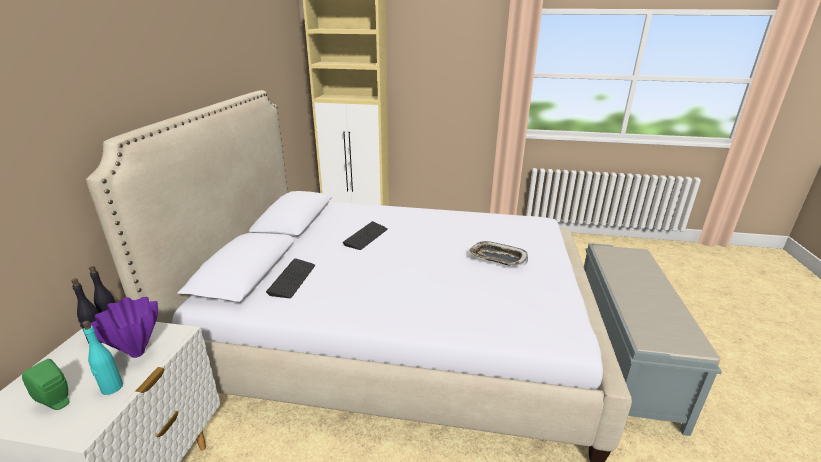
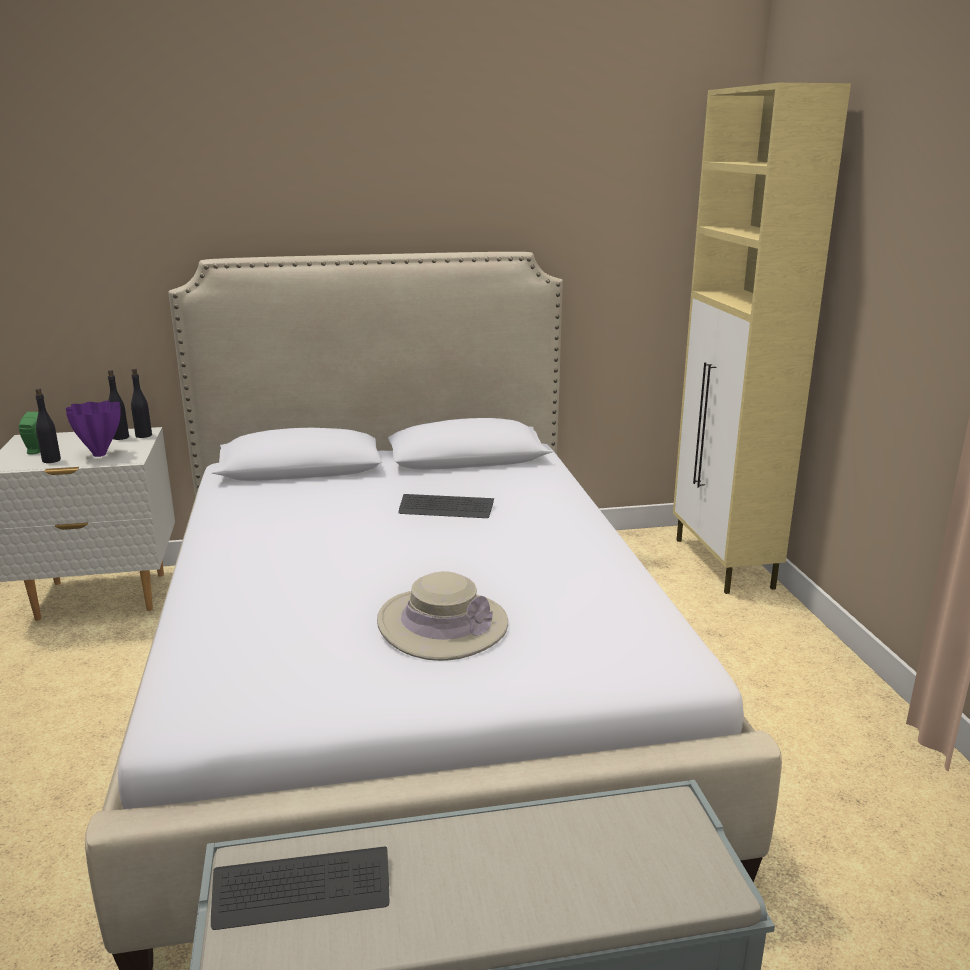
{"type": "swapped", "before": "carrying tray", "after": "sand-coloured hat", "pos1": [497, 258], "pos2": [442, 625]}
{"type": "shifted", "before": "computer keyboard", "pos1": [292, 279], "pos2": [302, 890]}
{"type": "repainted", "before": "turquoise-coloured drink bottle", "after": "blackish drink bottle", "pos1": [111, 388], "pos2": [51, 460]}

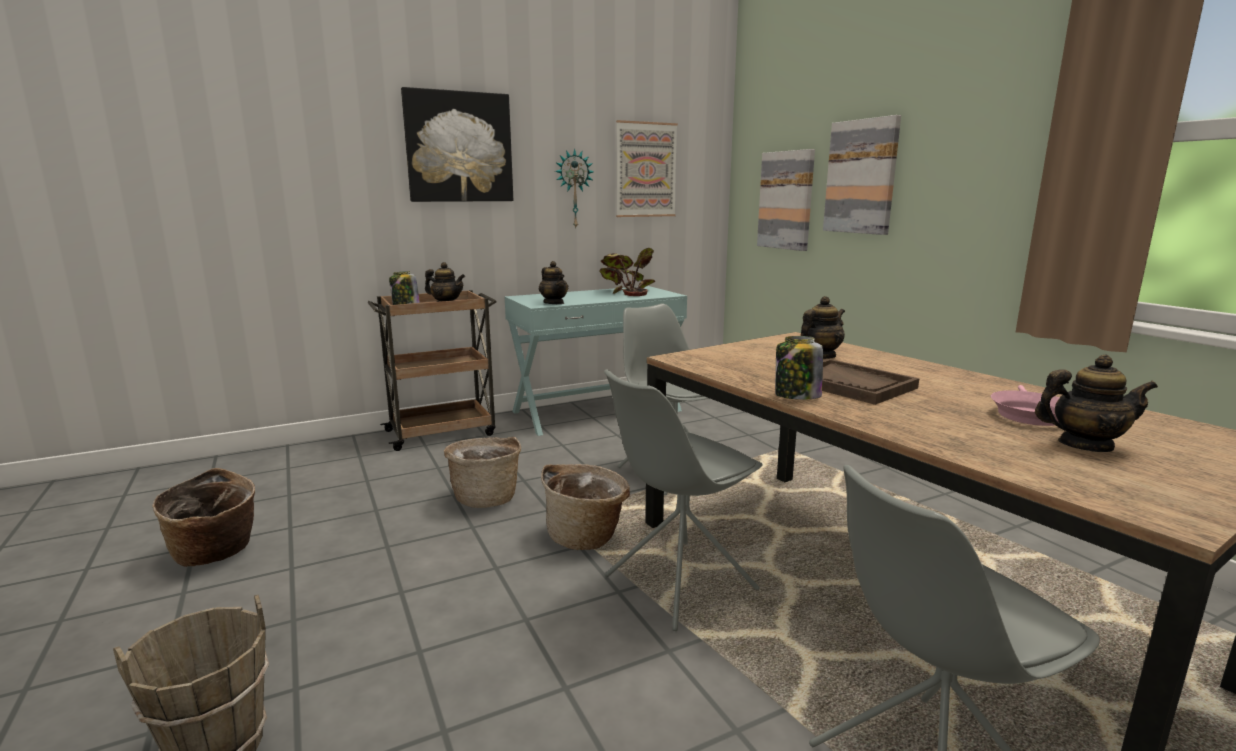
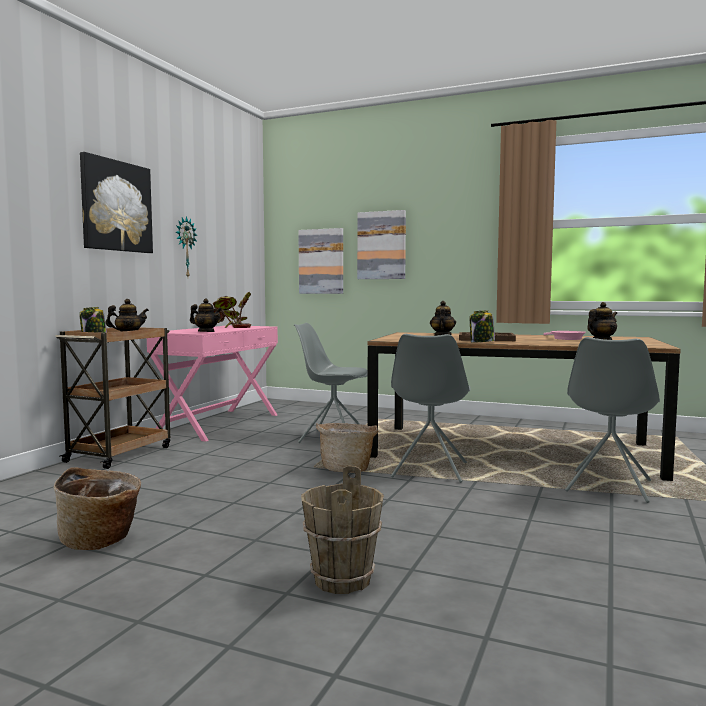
{"type": "gone", "before": "picture", "pos1": [646, 170]}
{"type": "repainted", "before": "turquoise-coloured console table", "after": "pinkish console table", "pos1": [597, 411], "pos2": [218, 424]}
{"type": "gone", "before": "storage basket", "pos1": [486, 498]}

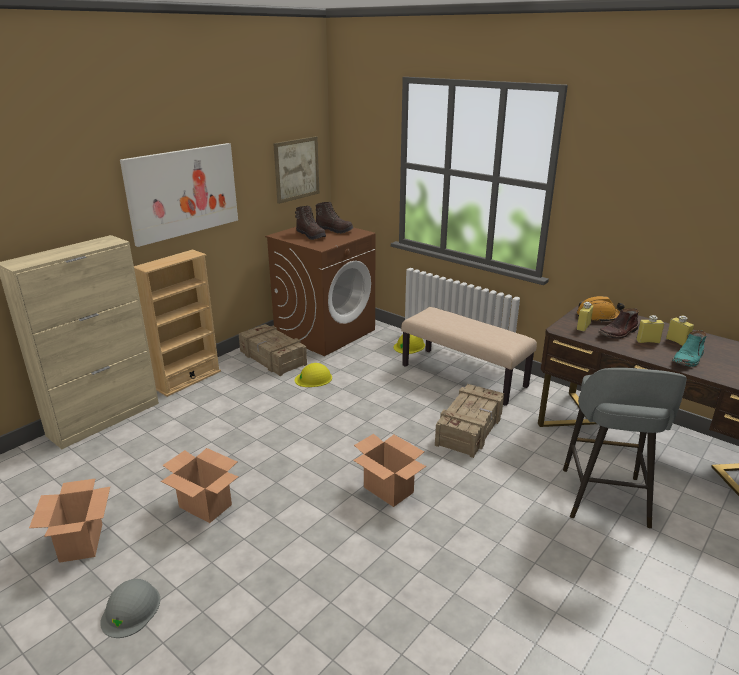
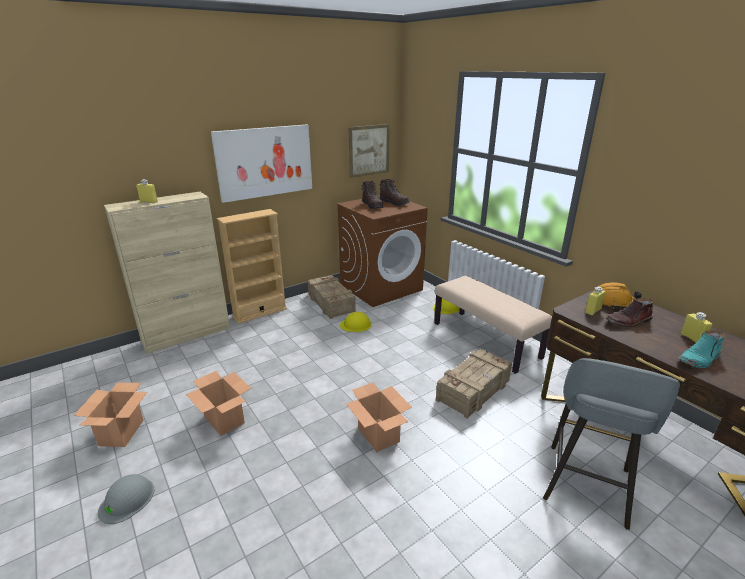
{"type": "shifted", "before": "yellow-coloured drink bottle", "pos1": [647, 341], "pos2": [149, 202]}

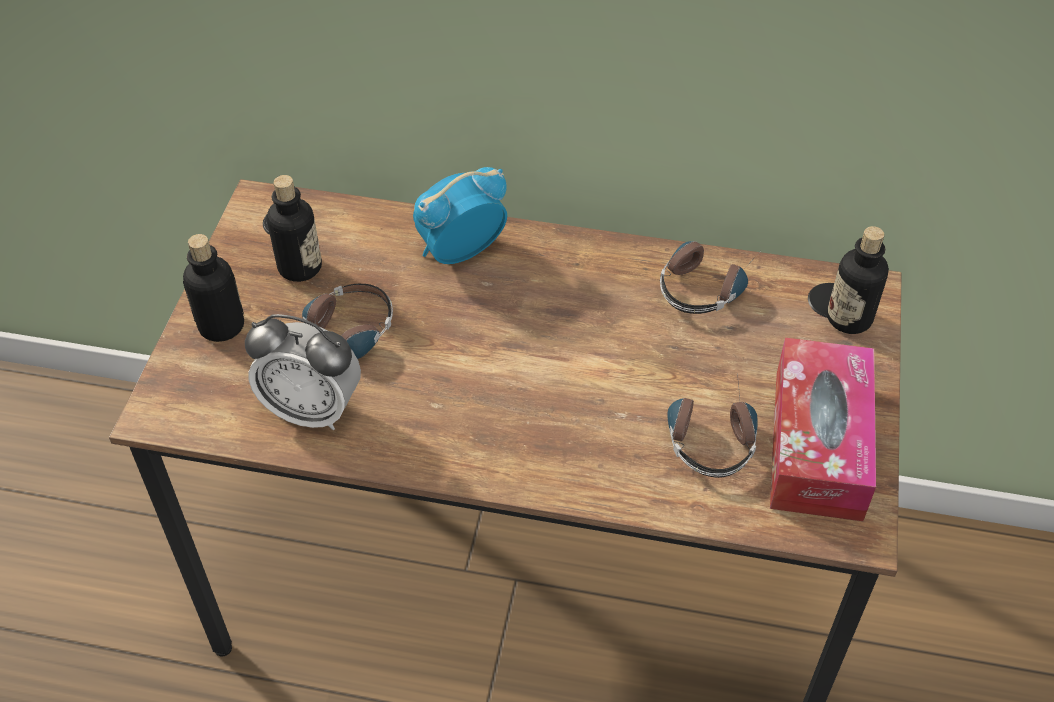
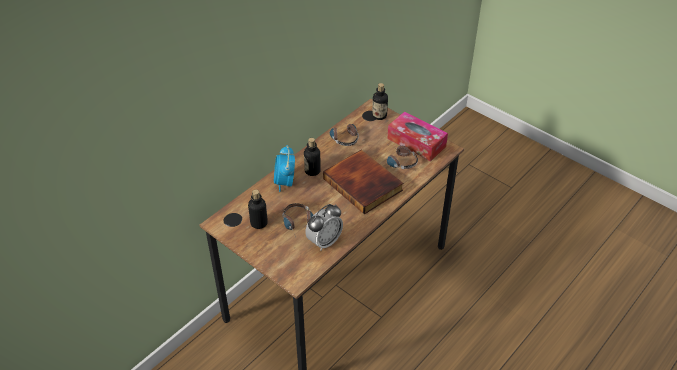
{"type": "shifted", "before": "drink bottle", "pos1": [221, 326], "pos2": [312, 171]}
{"type": "new", "after": "bound book", "pos2": [364, 184]}

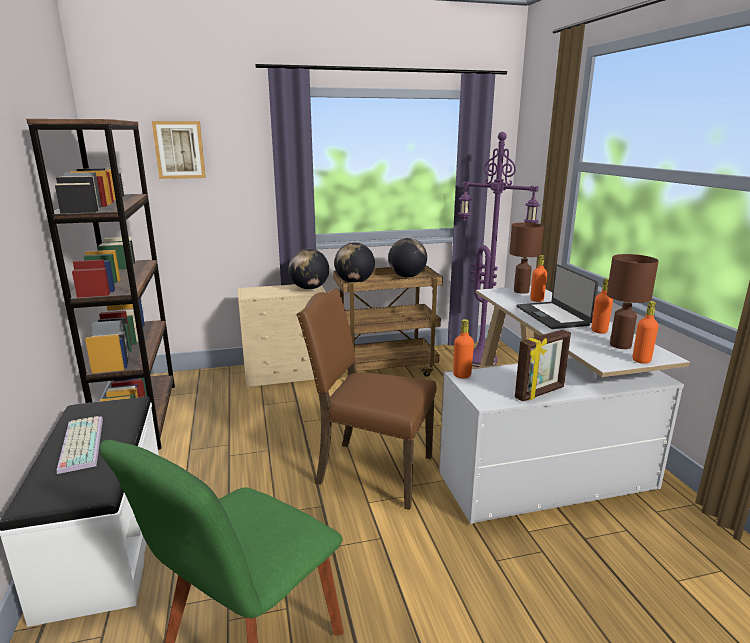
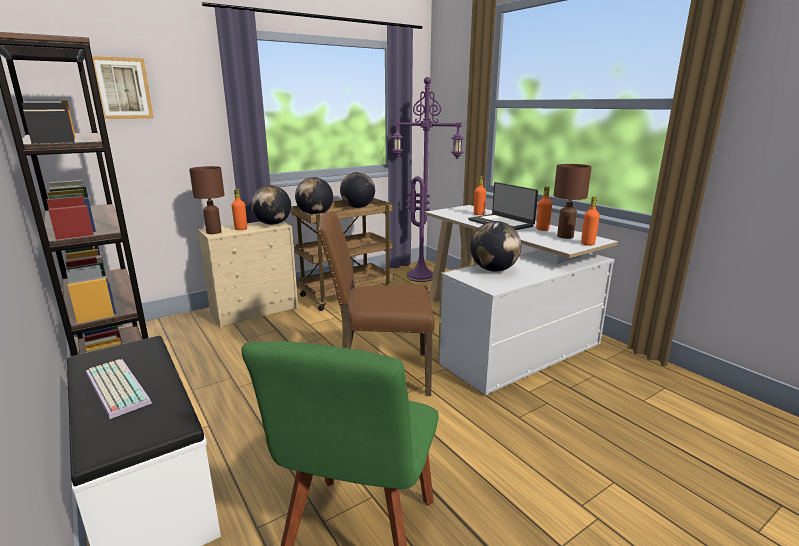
{"type": "shifted", "before": "brown-coloured tabletop lamp", "pos1": [521, 291], "pos2": [214, 232]}
{"type": "shifted", "before": "orange drink bottle", "pos1": [462, 375], "pos2": [241, 229]}
{"type": "gone", "before": "picture frame", "pos1": [540, 393]}
{"type": "new", "after": "world globe", "pos2": [493, 270]}

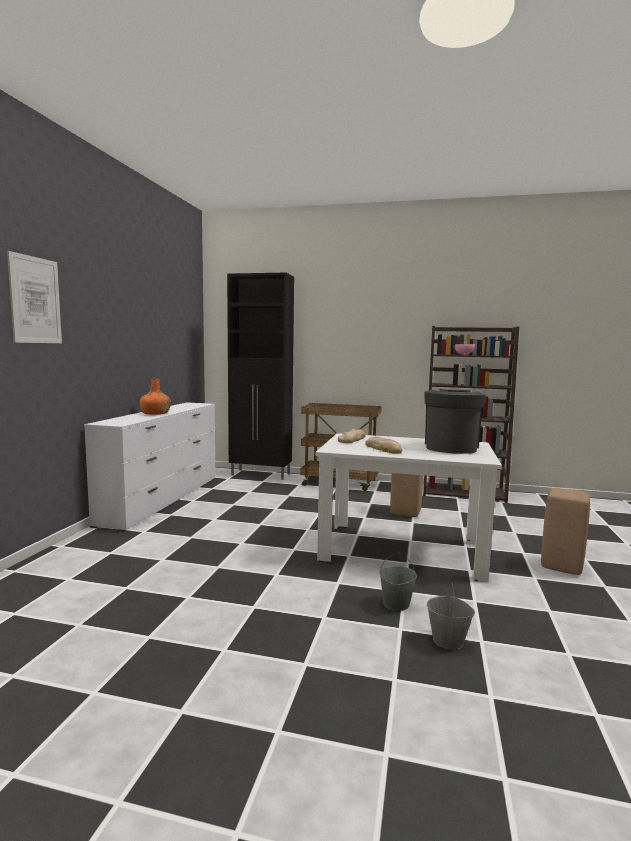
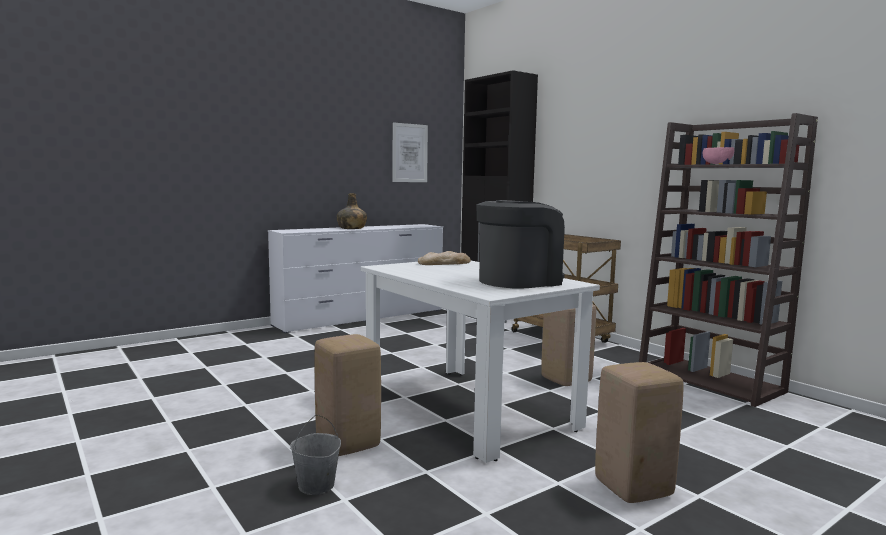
{"type": "shifted", "before": "picture", "pos1": [35, 300], "pos2": [409, 153]}
{"type": "repainted", "before": "orange drink bottle", "after": "greenish drink bottle", "pos1": [155, 413], "pos2": [351, 228]}
{"type": "gone", "before": "bread", "pos1": [383, 448]}
{"type": "swapped", "before": "grey pail", "after": "sand-coloured sitting stool", "pos1": [396, 604], "pos2": [346, 444]}

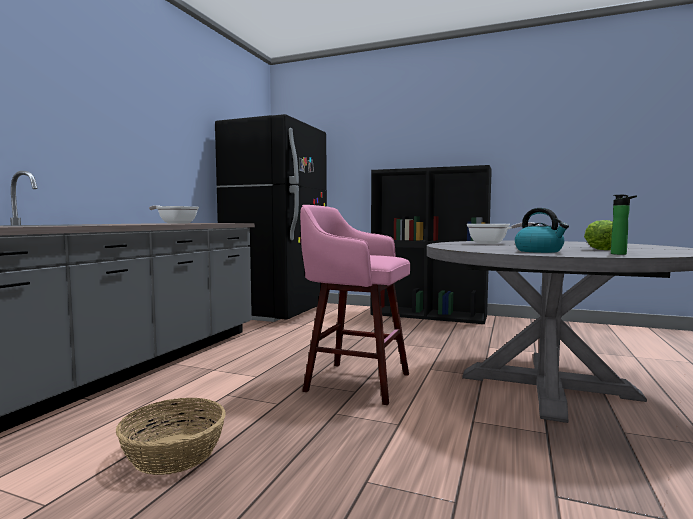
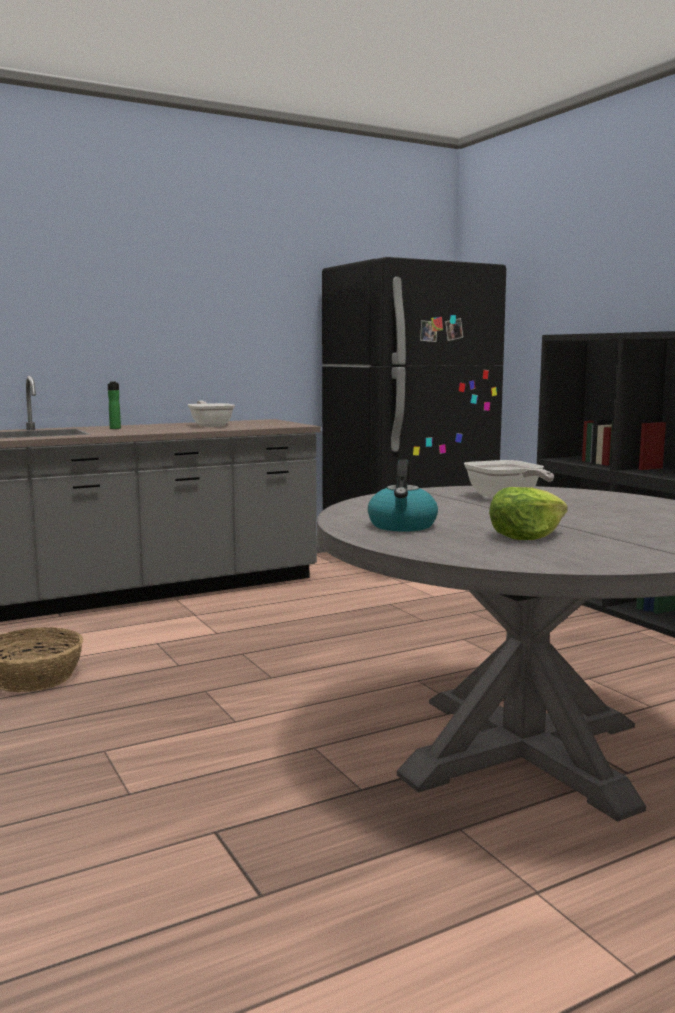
{"type": "shifted", "before": "drink bottle", "pos1": [621, 254], "pos2": [115, 428]}
{"type": "gone", "before": "pinkish sitting stool", "pos1": [354, 381]}

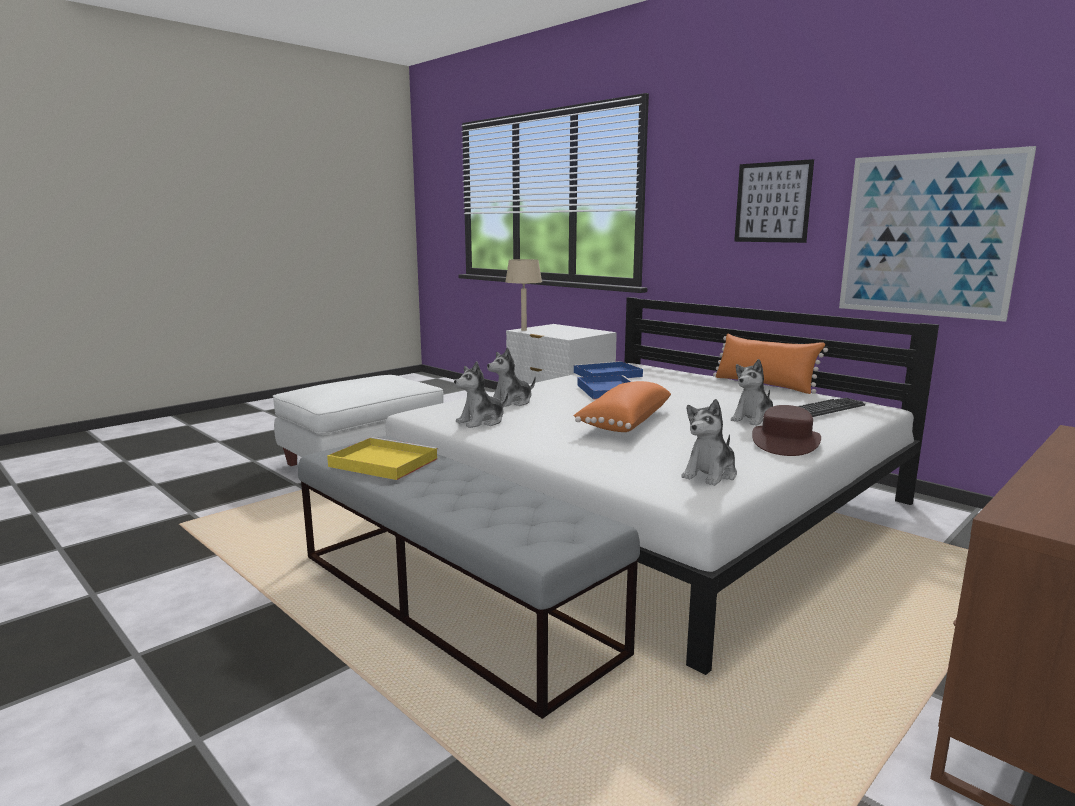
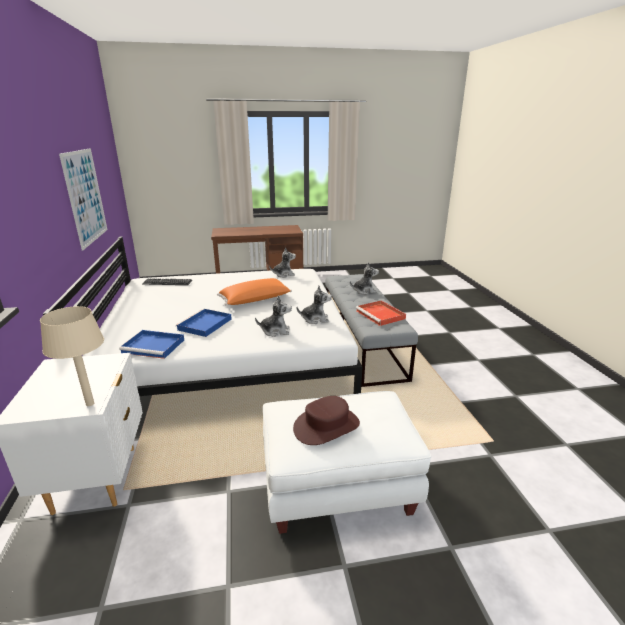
{"type": "gone", "before": "picture", "pos1": [772, 202]}
{"type": "gone", "before": "orange cushion", "pos1": [764, 384]}
{"type": "shifted", "before": "cuddly toy", "pos1": [753, 419], "pos2": [364, 291]}
{"type": "shifted", "before": "brown-coloured hat", "pos1": [785, 442], "pos2": [326, 426]}
{"type": "repainted", "before": "yellow-coloured carrying tray", "after": "reddish carrying tray", "pos1": [381, 462], "pos2": [381, 315]}

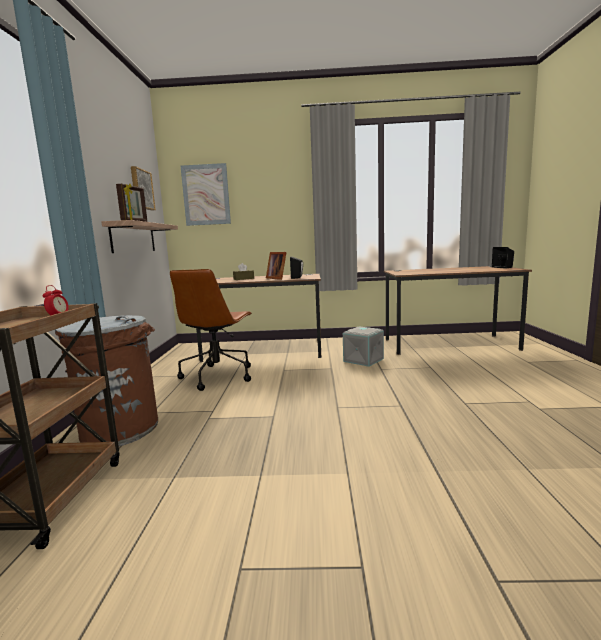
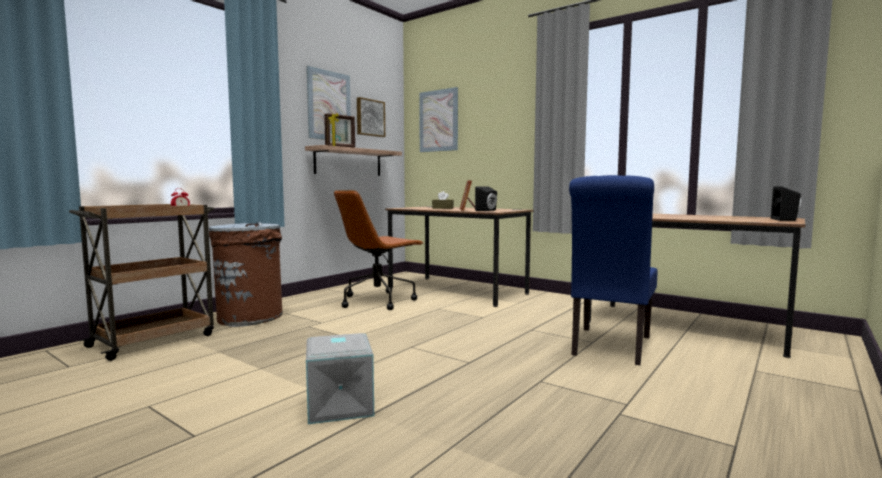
{"type": "shifted", "before": "grey storage bin", "pos1": [363, 360], "pos2": [338, 405]}
{"type": "new", "after": "picture", "pos2": [329, 105]}
{"type": "new", "after": "blue upright chair", "pos2": [609, 347]}

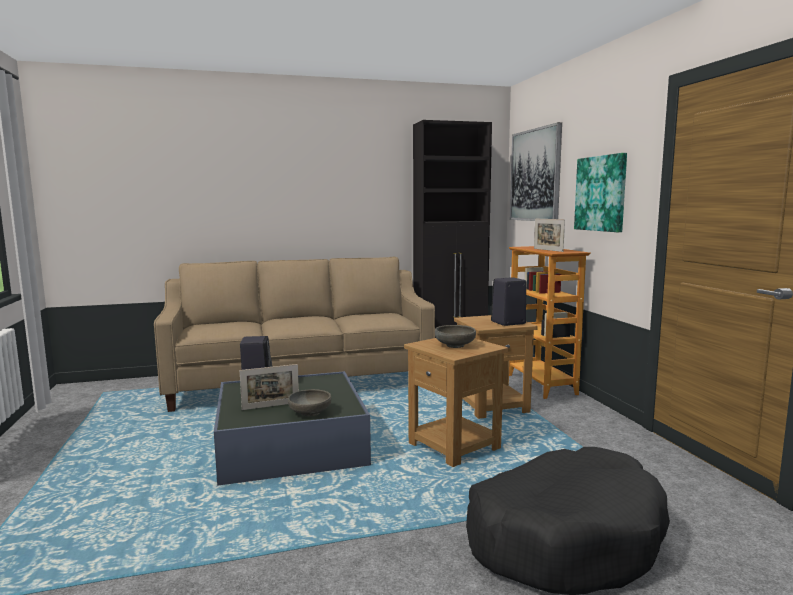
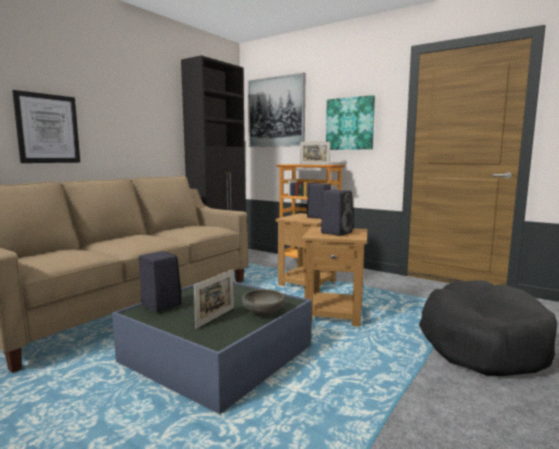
{"type": "swapped", "before": "grey deep dish", "after": "blackish audio speaker", "pos1": [455, 345], "pos2": [337, 232]}
{"type": "new", "after": "picture", "pos2": [48, 128]}

